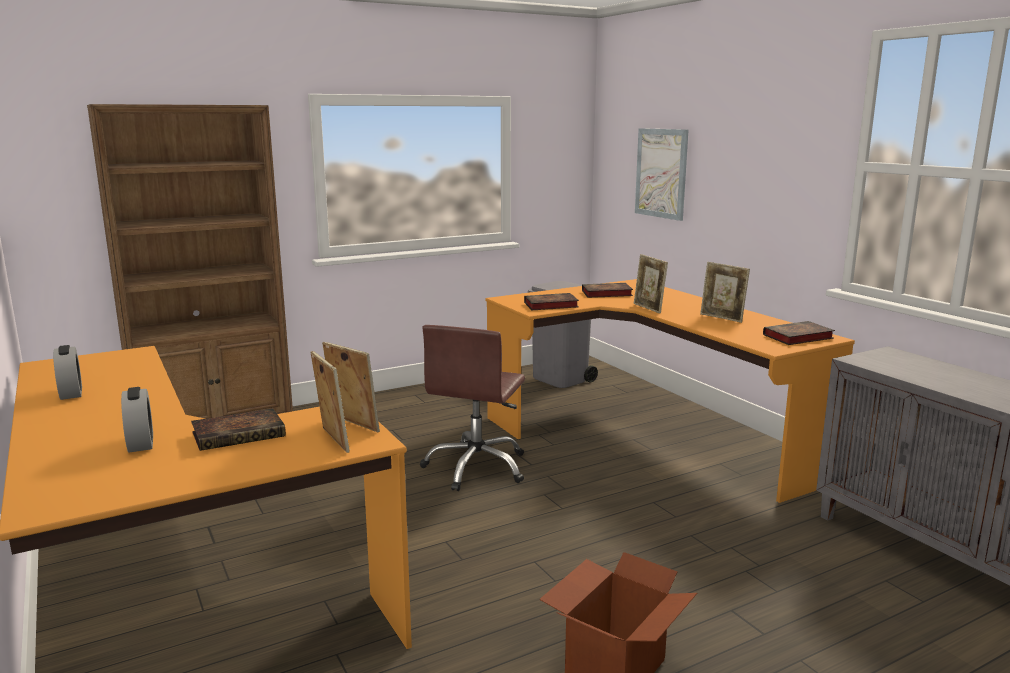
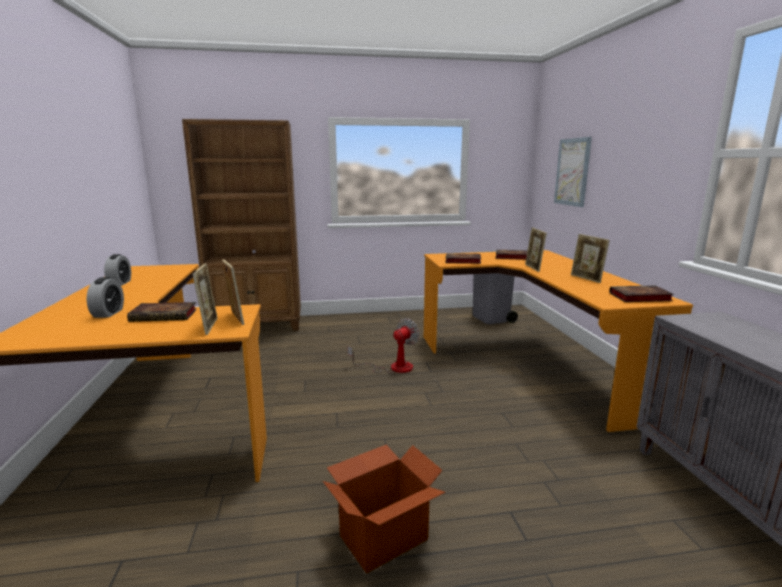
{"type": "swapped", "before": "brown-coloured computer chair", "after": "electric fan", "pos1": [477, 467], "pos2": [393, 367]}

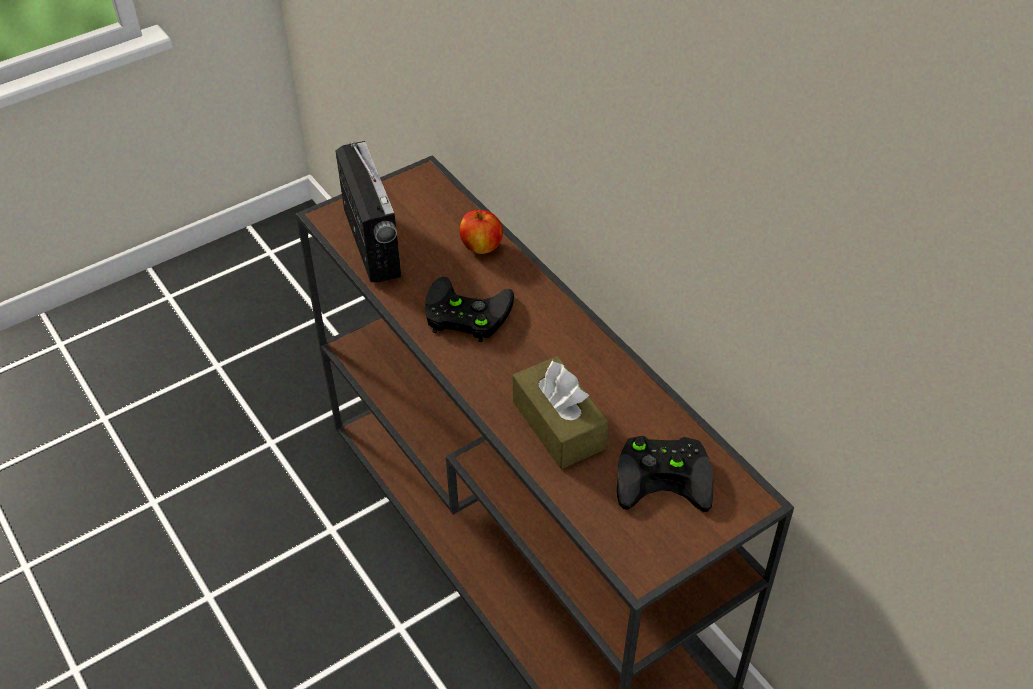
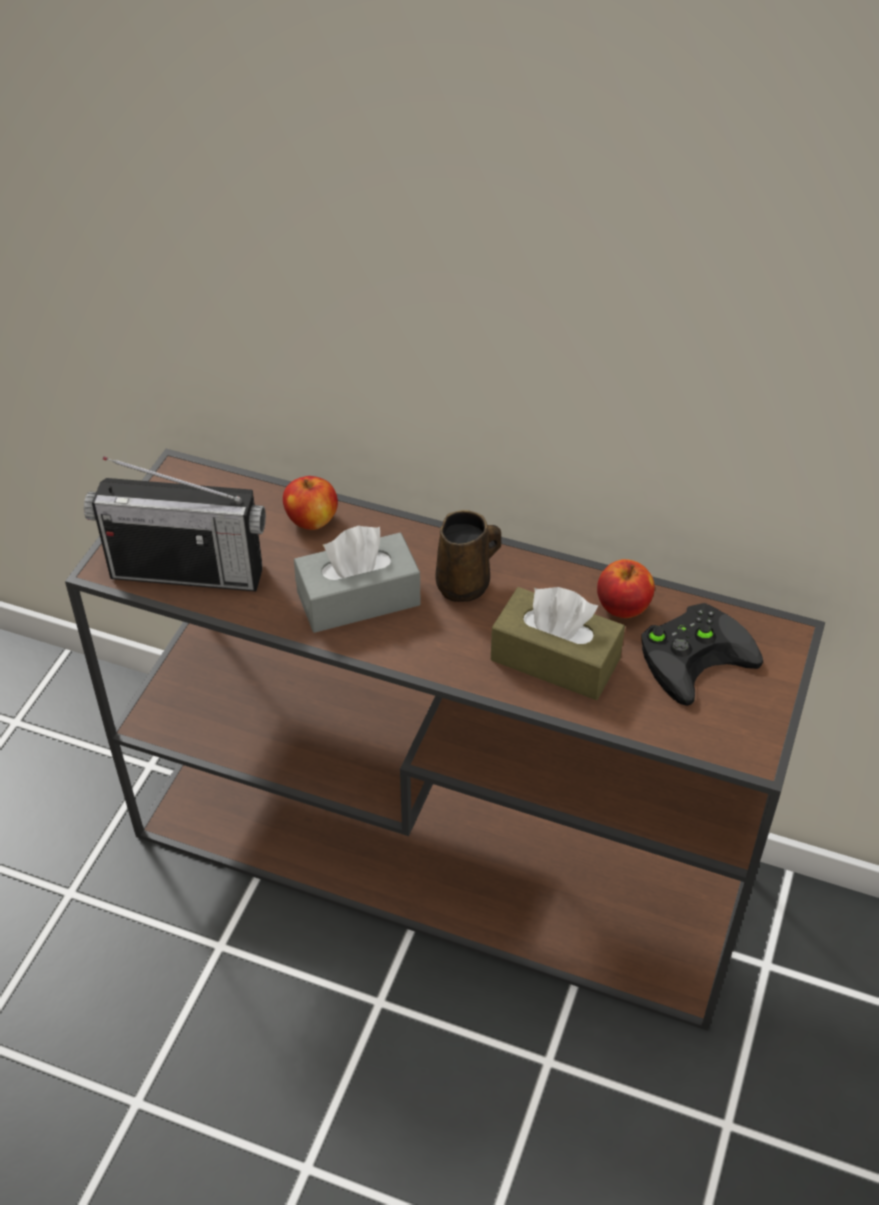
{"type": "rotated", "before": "radio receiver", "pos1": [372, 242], "pos2": [187, 571], "turn": 150}
{"type": "swapped", "before": "blackish game controller", "after": "grey tissue box", "pos1": [463, 314], "pos2": [358, 599]}
{"type": "new", "after": "brown-coloured tea mug", "pos2": [465, 585]}
{"type": "new", "after": "apple fruit", "pos2": [622, 607]}

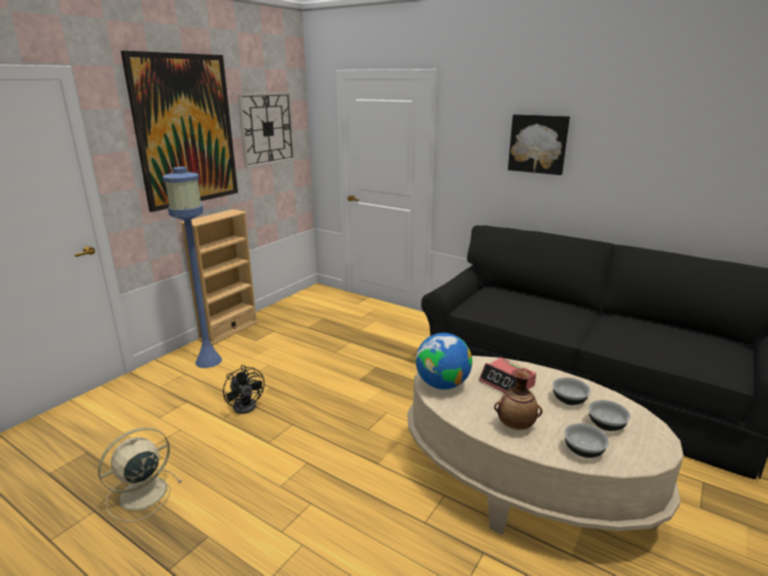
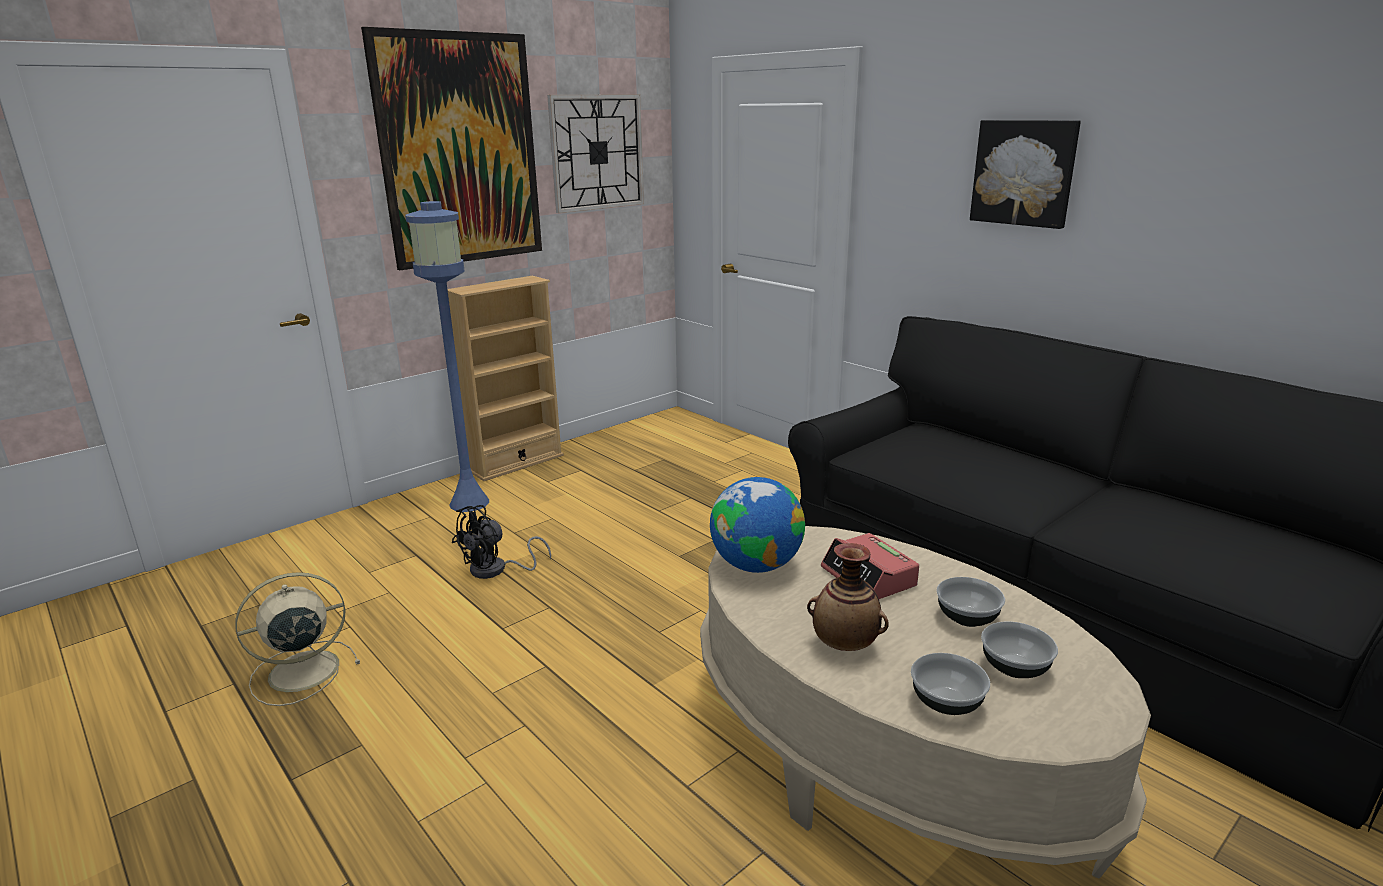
{"type": "rotated", "before": "blackish electric fan", "pos1": [247, 404], "pos2": [496, 570], "turn": 60}

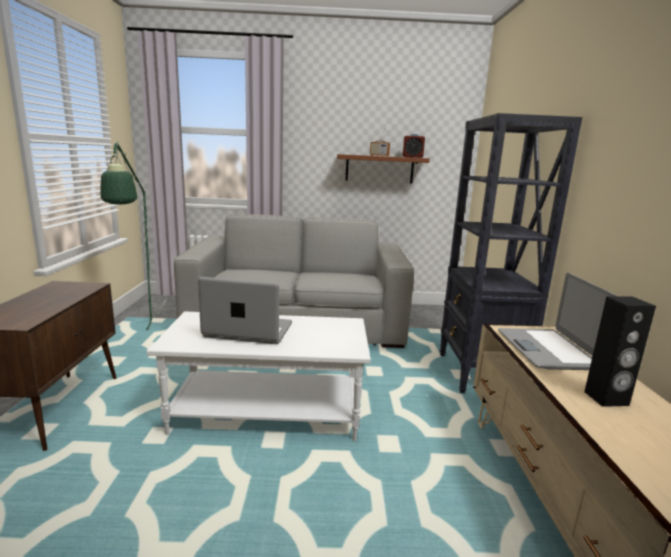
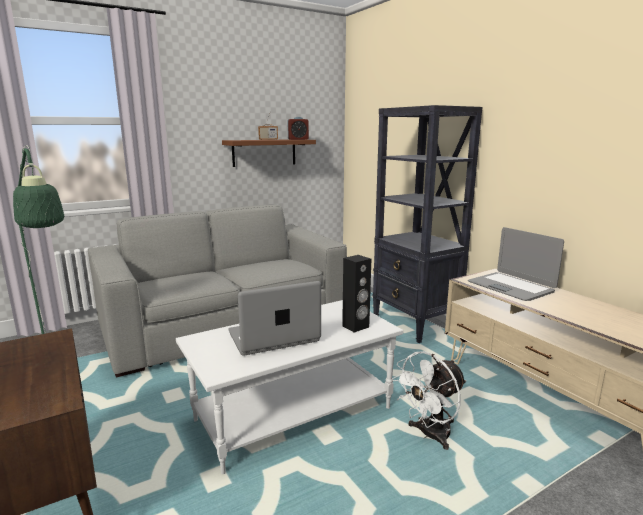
{"type": "shifted", "before": "blackish audio speaker", "pos1": [606, 399], "pos2": [356, 326]}
{"type": "new", "after": "white-coloured electric fan", "pos2": [429, 435]}

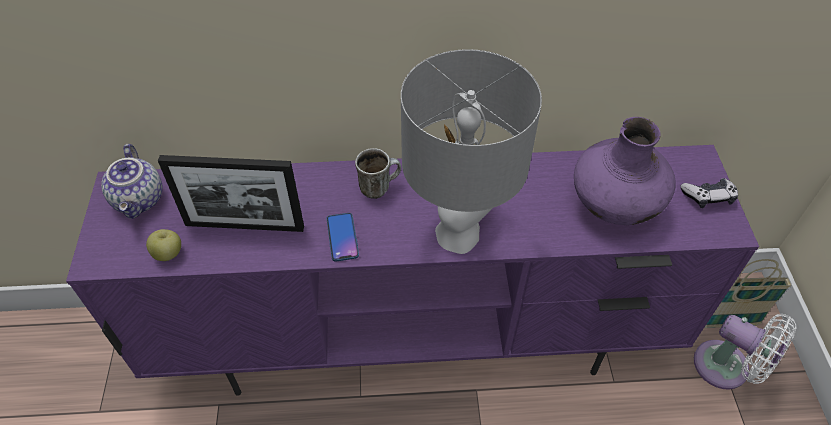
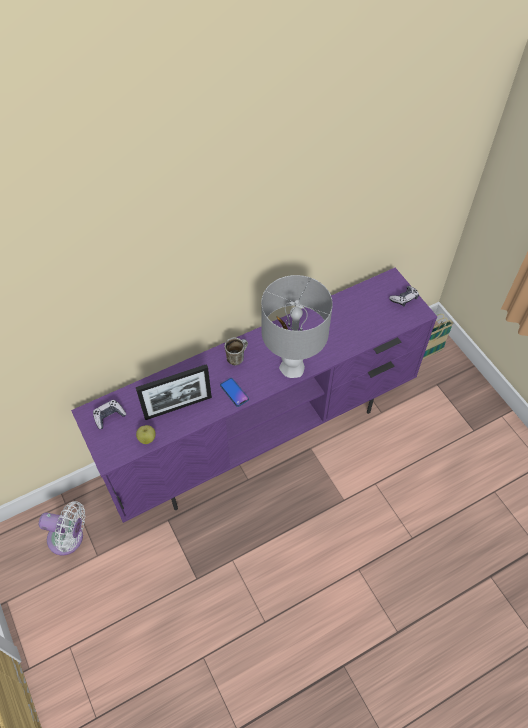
{"type": "gone", "before": "purple-coloured decorative vase", "pos1": [614, 205]}
{"type": "swapped", "before": "tea pot", "after": "game controller", "pos1": [140, 200], "pos2": [109, 416]}
{"type": "shifted", "before": "white-coloured electric fan", "pos1": [727, 368], "pos2": [69, 539]}

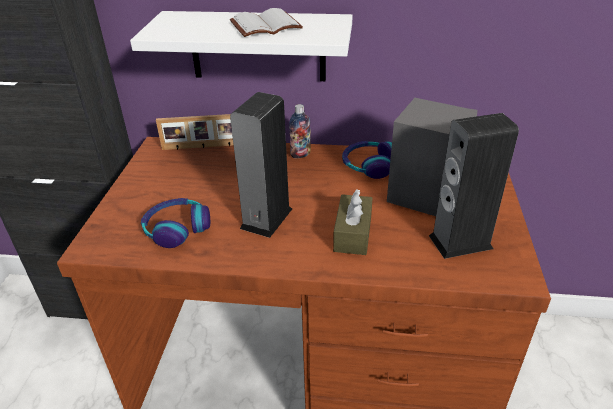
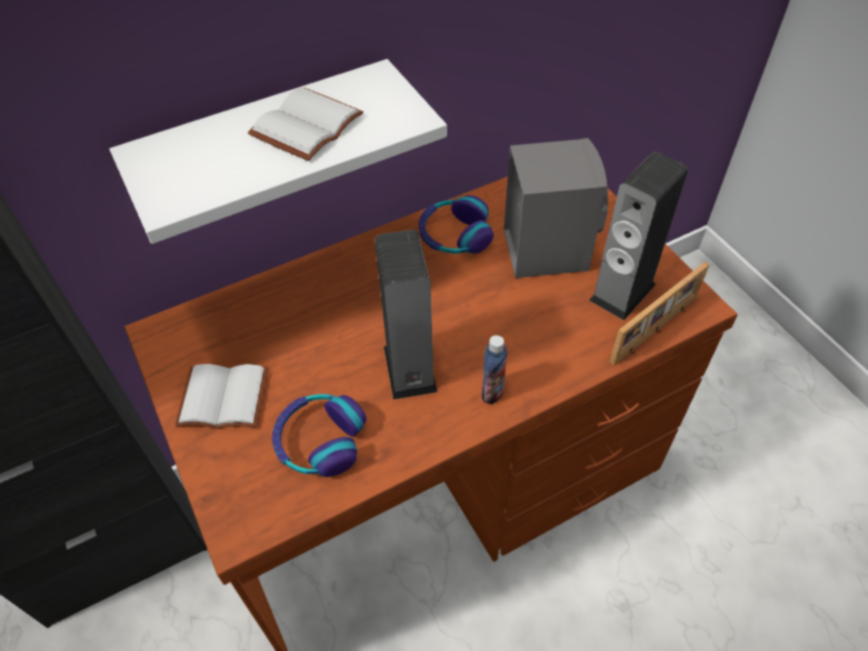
{"type": "shifted", "before": "drink bottle", "pos1": [300, 154], "pos2": [492, 391]}
{"type": "shifted", "before": "picture frame", "pos1": [203, 147], "pos2": [655, 330]}
{"type": "gone", "before": "brown-coloured tissue box", "pos1": [352, 234]}
{"type": "new", "after": "white-coloured bound book", "pos2": [222, 400]}

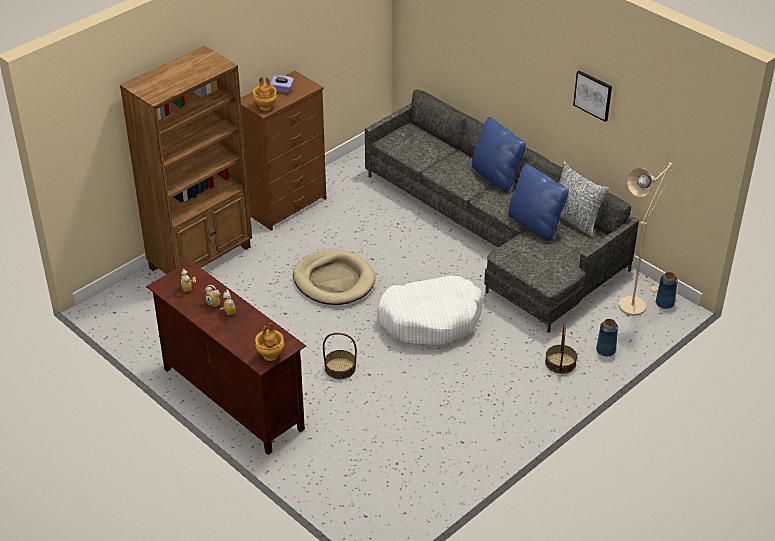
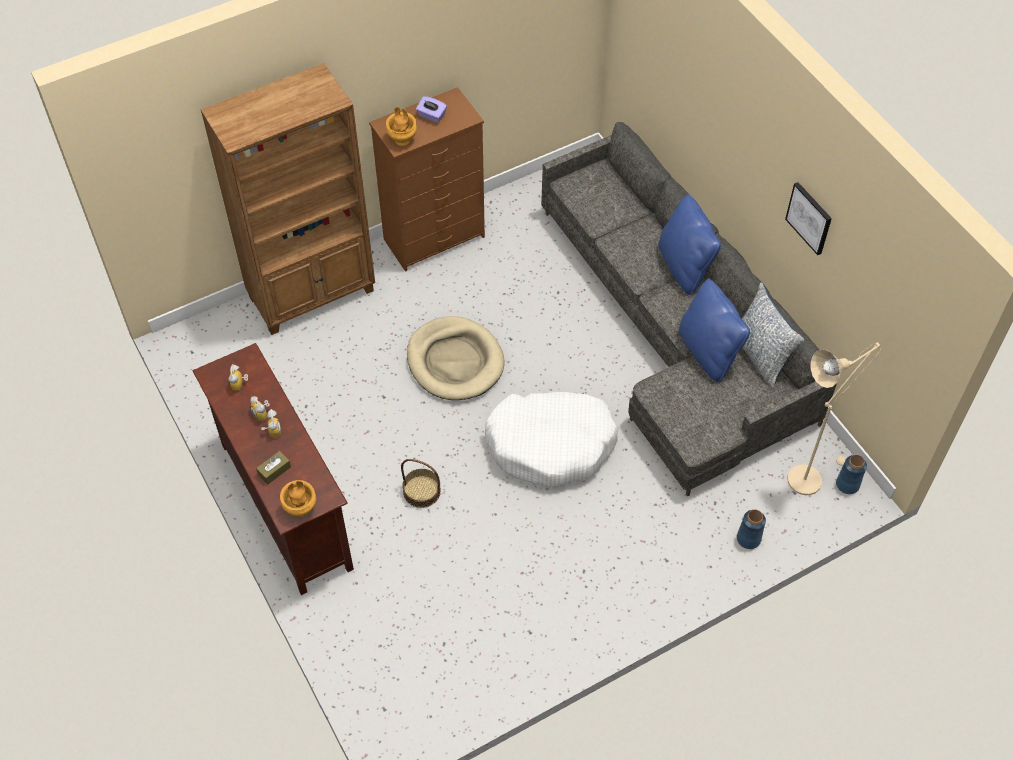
{"type": "gone", "before": "storage basket", "pos1": [560, 363]}
{"type": "new", "after": "brown-coloured tissue box", "pos2": [274, 471]}

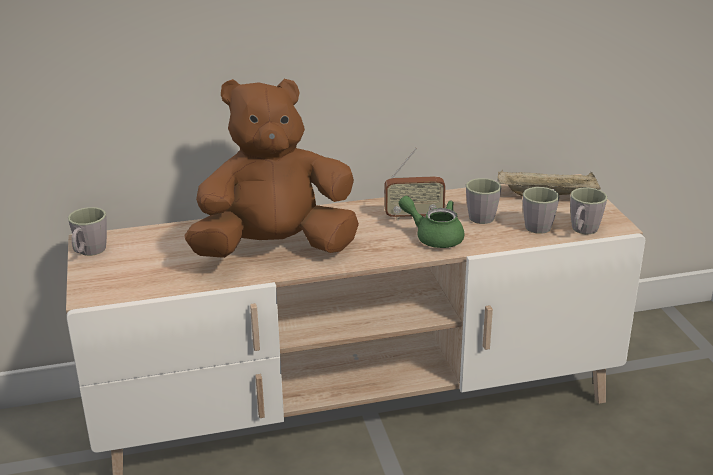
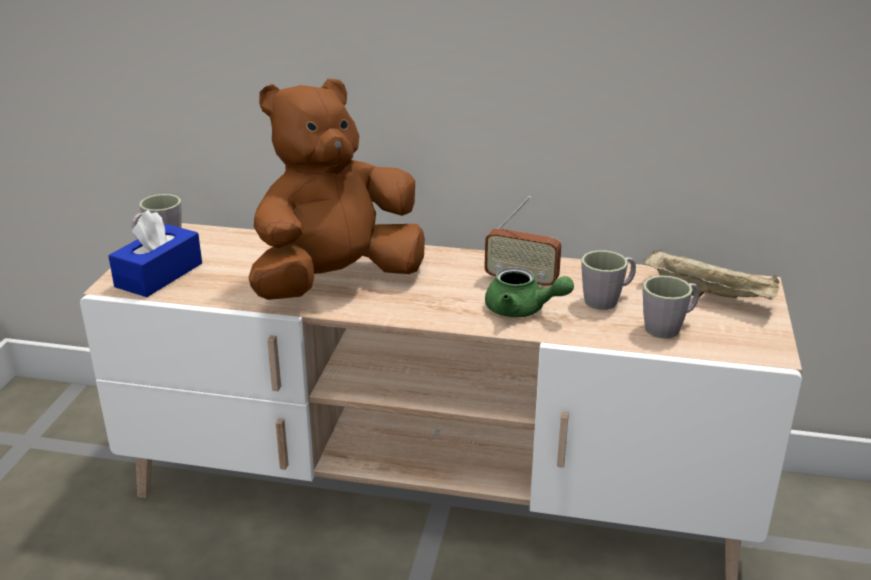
{"type": "rotated", "before": "brown-coloured cuddly toy", "pos1": [275, 249], "pos2": [336, 282], "turn": -45}
{"type": "gone", "before": "grey tea mug", "pos1": [582, 231]}
{"type": "rotated", "before": "greenish tea pot", "pos1": [434, 237], "pos2": [522, 310], "turn": 150}
{"type": "new", "after": "blue tissue box", "pos2": [159, 275]}

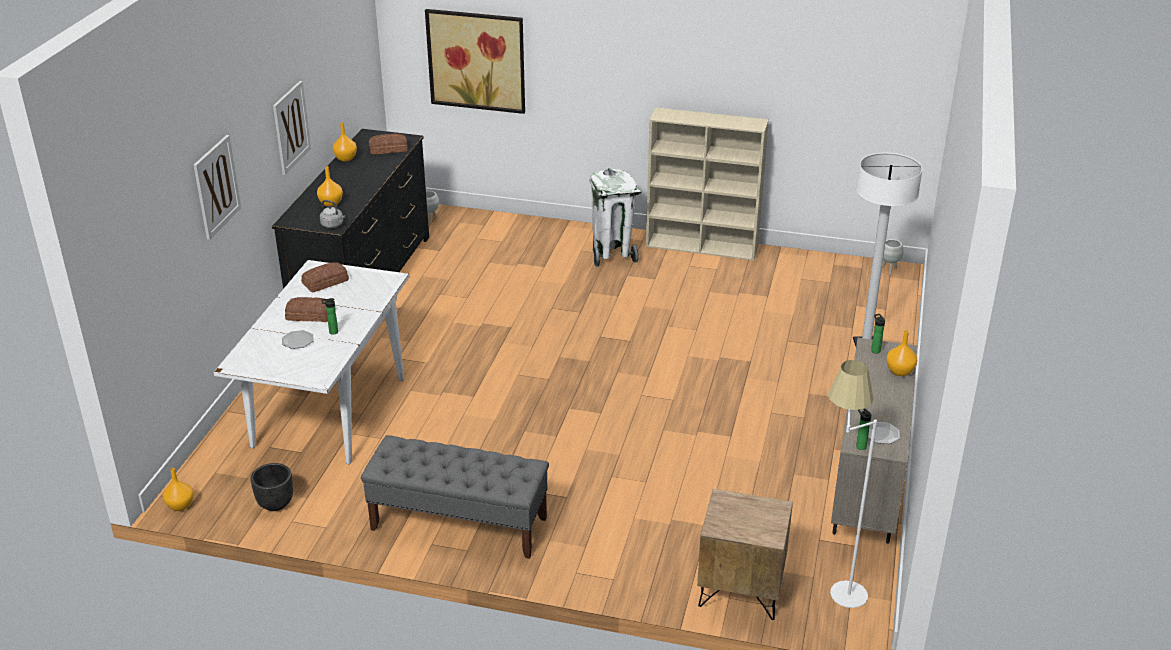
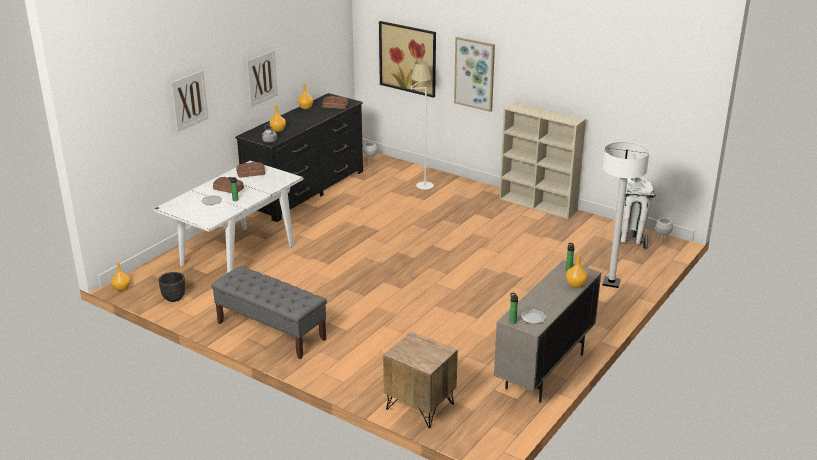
{"type": "shifted", "before": "white-coloured rubbish bin", "pos1": [612, 254], "pos2": [629, 241]}
{"type": "shifted", "before": "white-coloured standard lamp", "pos1": [835, 585], "pos2": [421, 182]}
{"type": "new", "after": "picture", "pos2": [474, 74]}

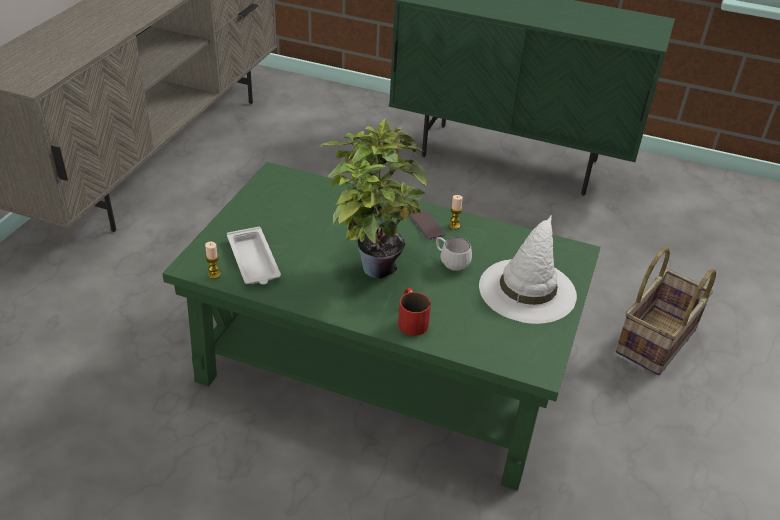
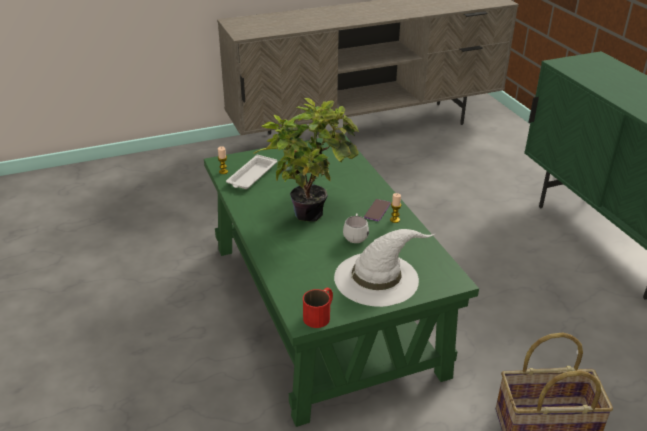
{"type": "shifted", "before": "reddish tea mug", "pos1": [411, 319], "pos2": [320, 314]}

